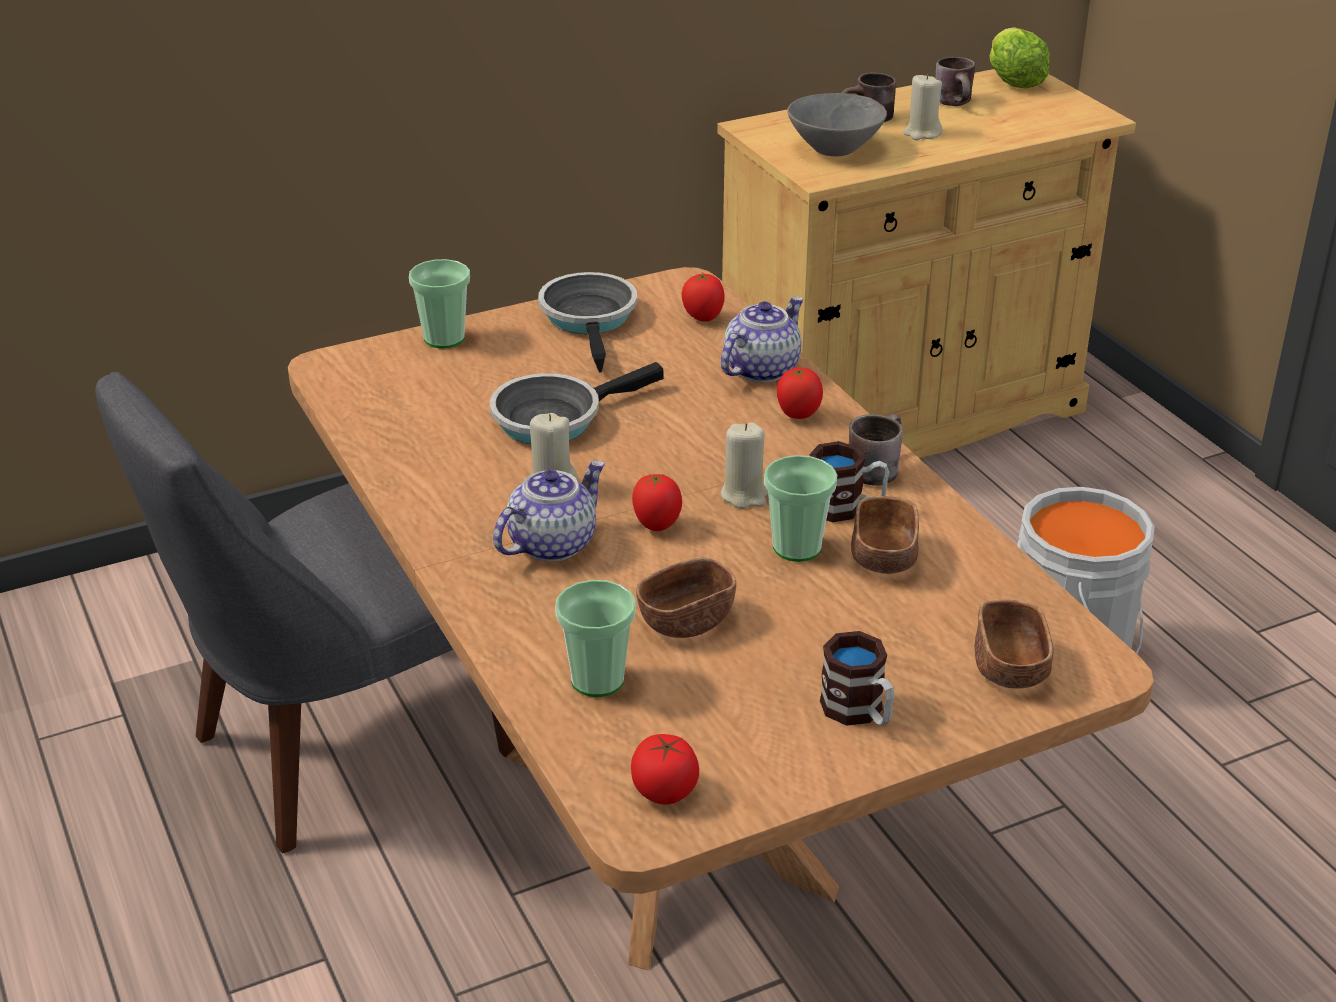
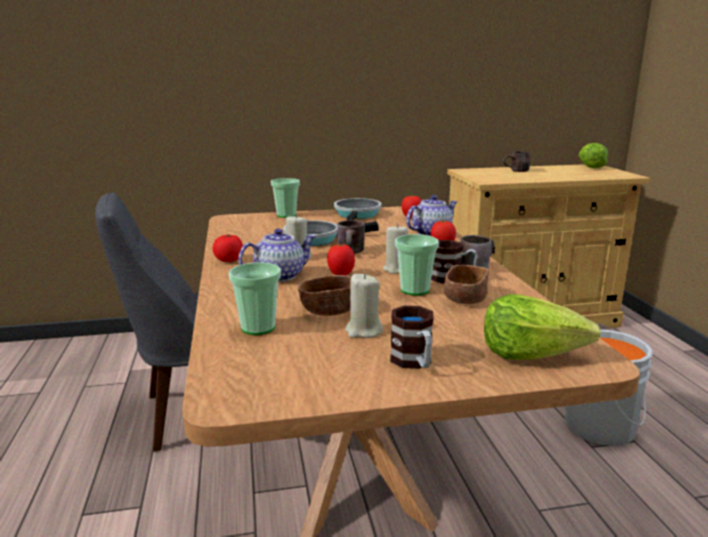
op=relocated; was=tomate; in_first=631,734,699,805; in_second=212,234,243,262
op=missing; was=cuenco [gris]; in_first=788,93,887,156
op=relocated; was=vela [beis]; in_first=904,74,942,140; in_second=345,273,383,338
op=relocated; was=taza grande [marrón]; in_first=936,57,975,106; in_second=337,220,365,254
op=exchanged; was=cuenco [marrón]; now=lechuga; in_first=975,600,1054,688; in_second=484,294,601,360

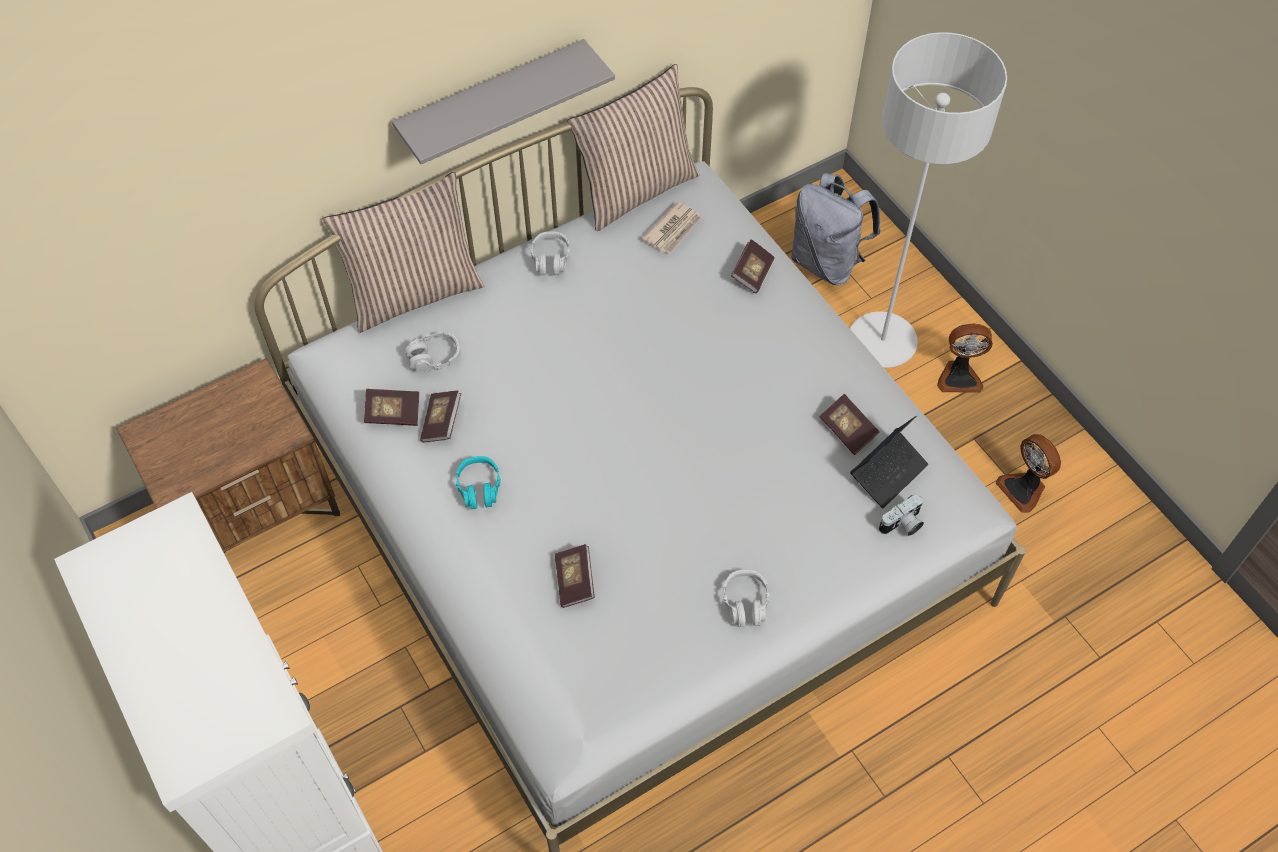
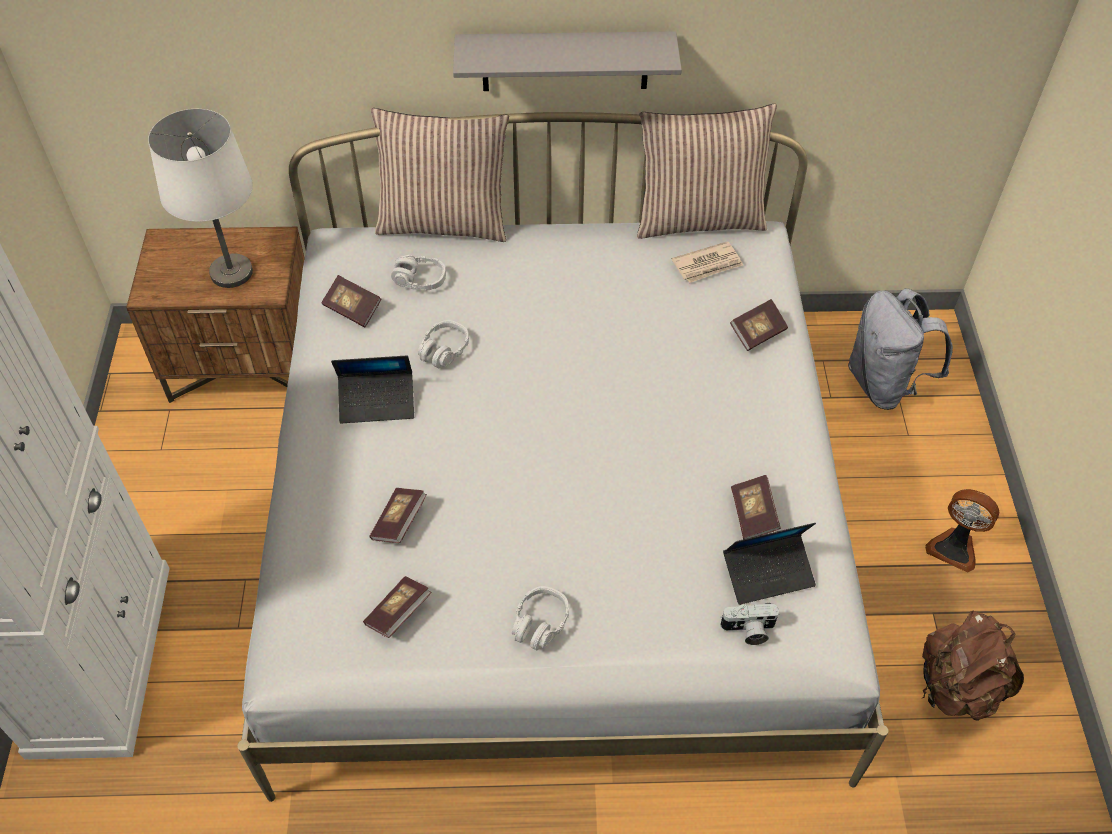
op=relocated; was=libro; in_first=420,390,461,443; in_second=363,576,432,638
op=exchanged; was=auriculares [turquesa]; now=portátil; in_first=456,456,501,510; in_second=331,355,414,423
op=relocated; was=auriculares [gris]; in_first=531,231,571,275; in_second=418,320,469,368
op=missing; was=lámpara de pie [gris]; in_first=850,32,1007,368
op=exchanged; was=ventilador; now=mochila [marrón]; in_first=996,434,1061,513; in_second=922,610,1024,721
op=appeared; now=lámpara de mesa [blanco]; in_second=148,109,253,288

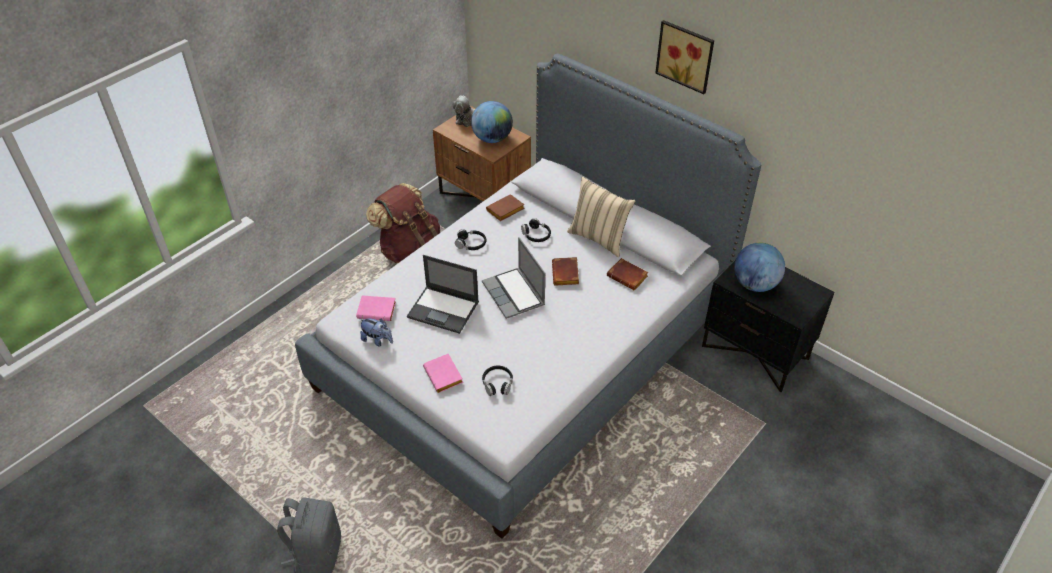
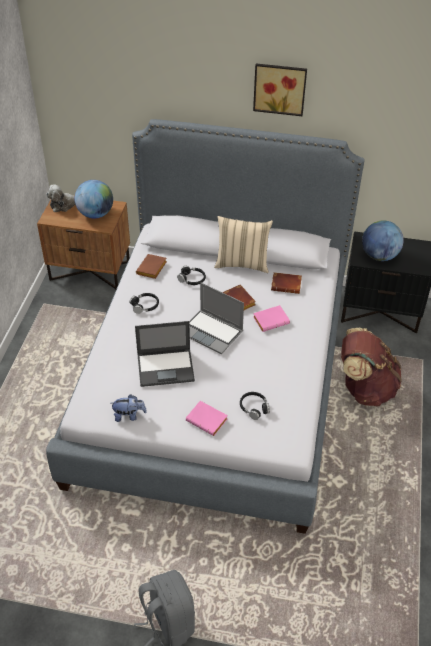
op=relocated; was=libro [rosa]; in_first=356,295,396,321; in_second=253,305,290,332
op=relocated; was=mochila [marrón]; in_first=366,183,440,263; in_second=341,328,402,406

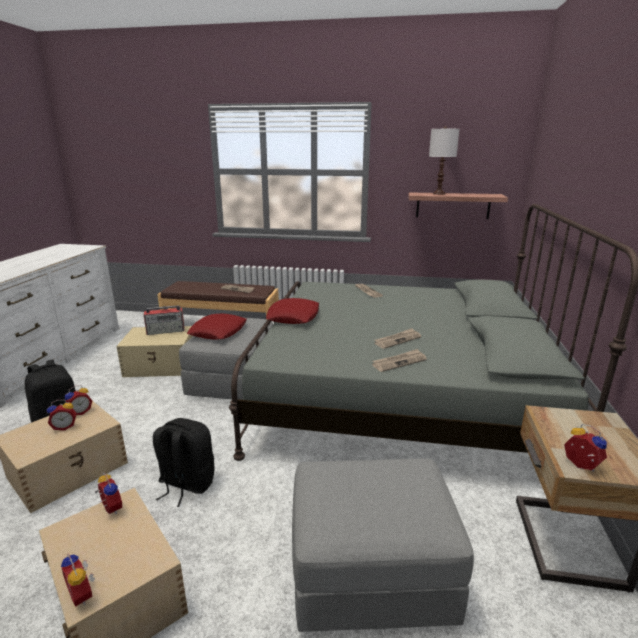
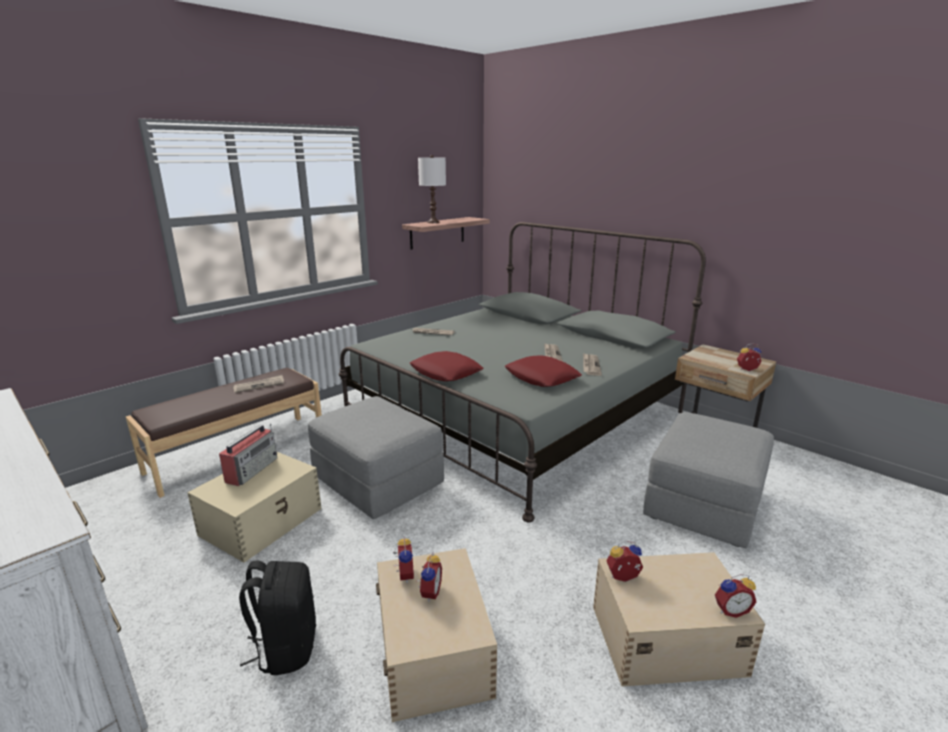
op=missing; was=mochila [negro]; in_first=153,418,215,507
op=relocated; was=cojín [rojo]; in_first=187,313,247,339; in_second=505,355,582,387

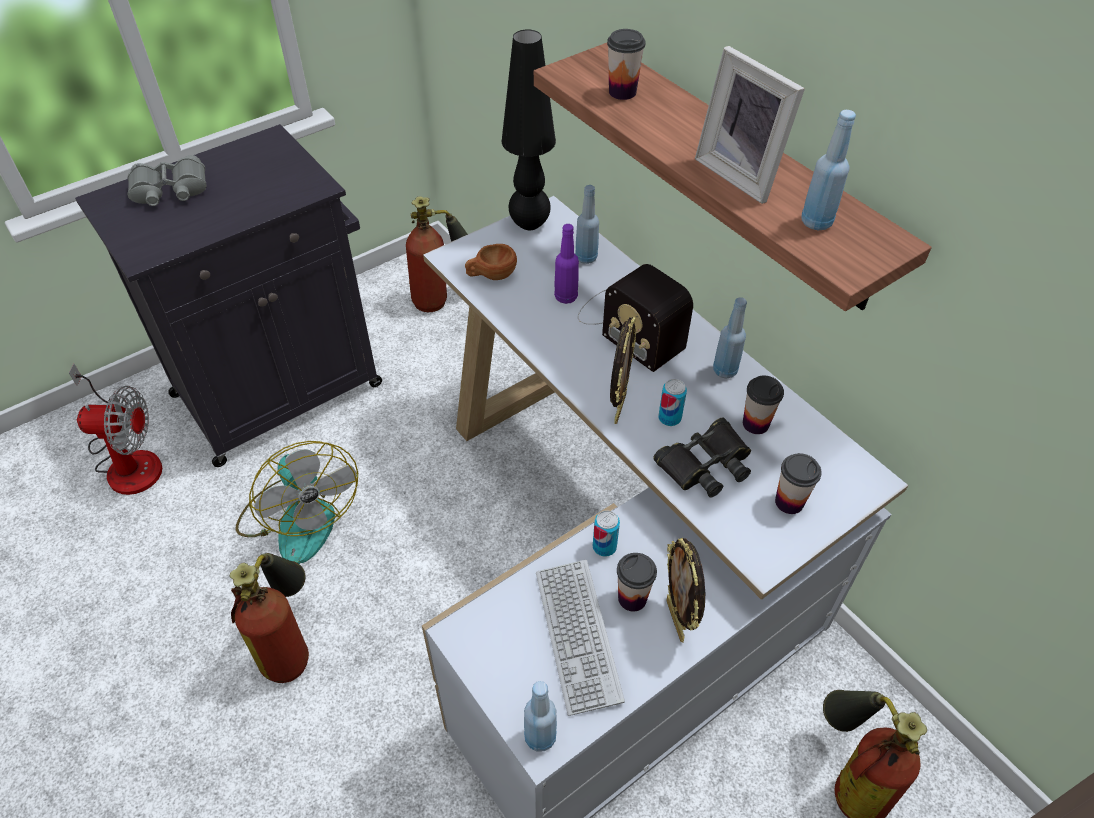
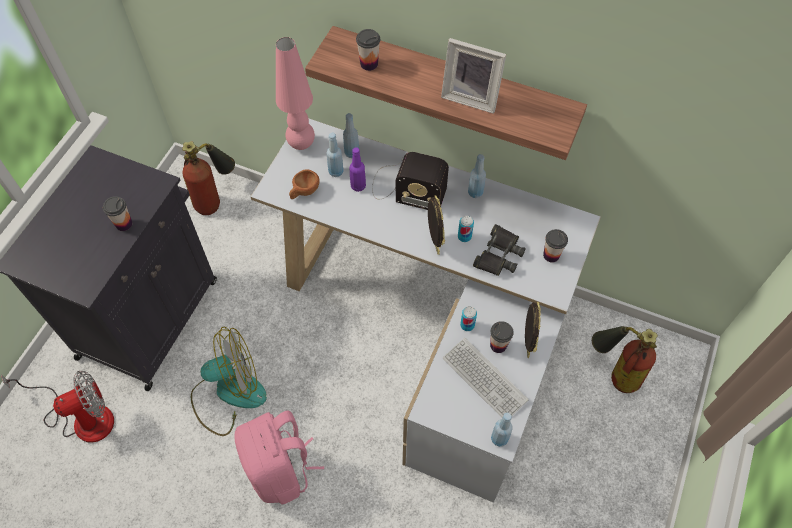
op=missing; was=prismáticos [gris]; in_first=128,155,207,206
op=exchanged; was=extintor; now=mochila [rosa]; in_first=230,553,309,683; in_second=234,410,324,505
op=spun; was=ventilador; in_first=235,441,358,564; in_second=191,327,267,436; clockwise=-45
op=colour; was=lámpara de mesa [negro]; now=lámpara de mesa [rosa]; in_first=502,29,556,230; in_second=276,37,315,150
op=spun; was=portarretratos; in_first=666,538,705,642; in_second=525,302,541,358; clockwise=-135
op=relocated; was=taza; in_first=743,376,784,434; in_second=103,196,132,231
op=relocated; was=botella [azul]; in_first=801,110,856,230; in_second=326,133,344,177

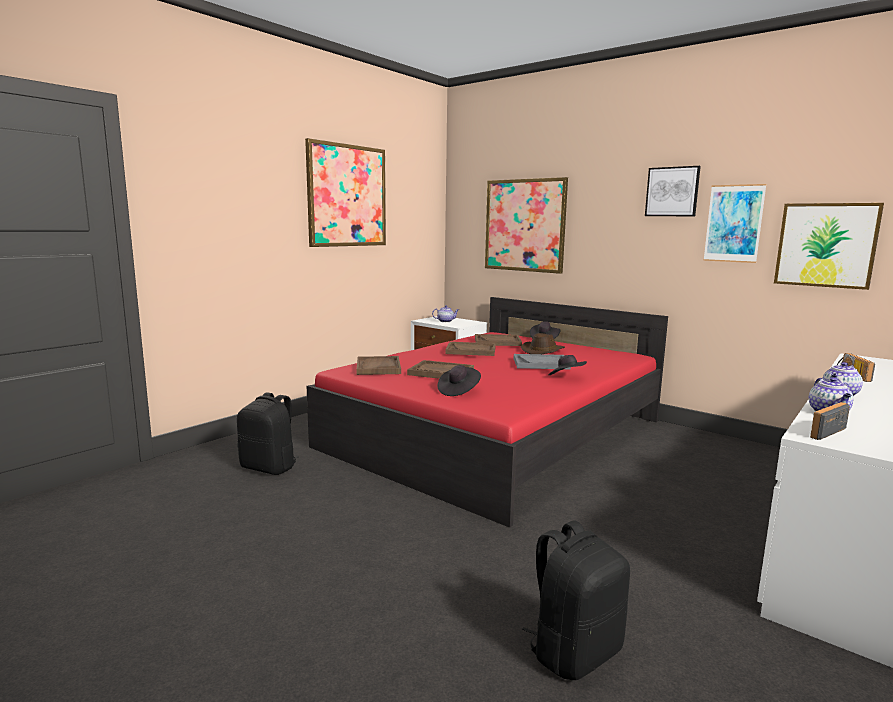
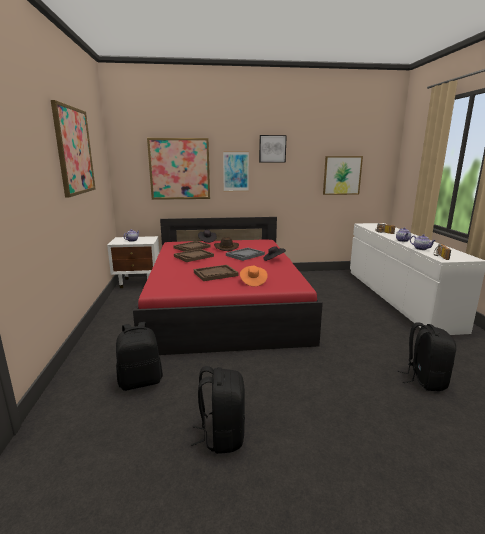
op=missing; was=bandeja [marrón]; in_first=357,356,401,375
op=colour; was=sombrero [negro]; now=sombrero [naranja]; in_first=437,365,481,396; in_second=240,266,268,286
op=relocated; was=cuadro; in_first=703,184,767,263; in_second=223,151,249,191
op=appeared; now=mochila [negro]; in_second=191,366,245,454

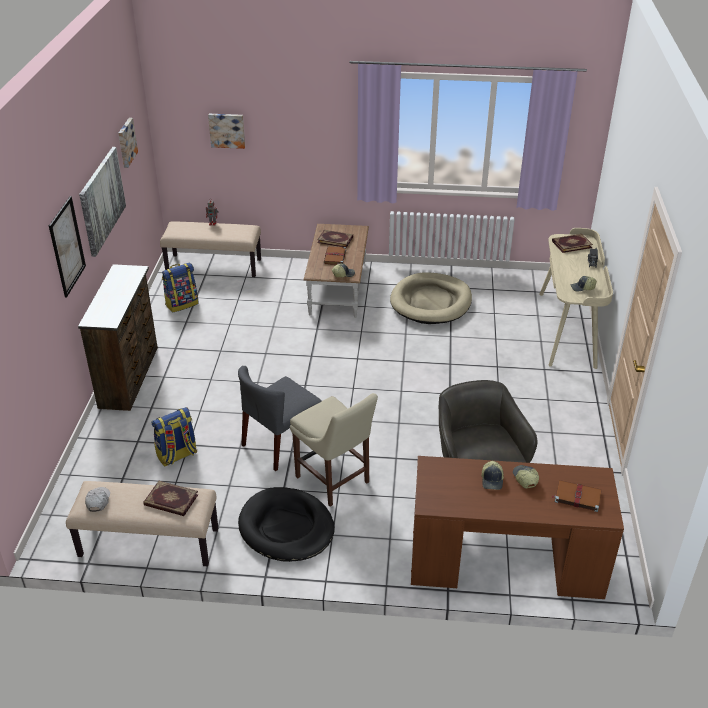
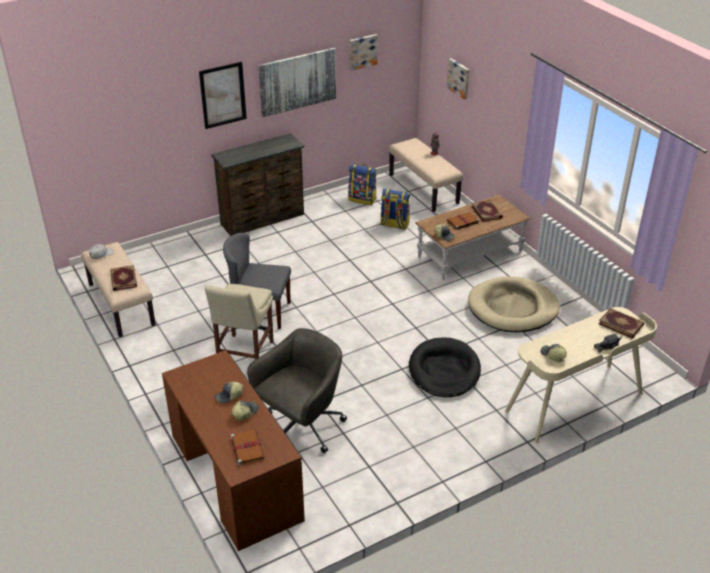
op=relocated; was=mochila; in_first=151,407,197,467; in_second=380,189,410,230
op=relocated; was=cama para perro [negro]; in_first=238,487,335,562; in_second=409,337,481,397

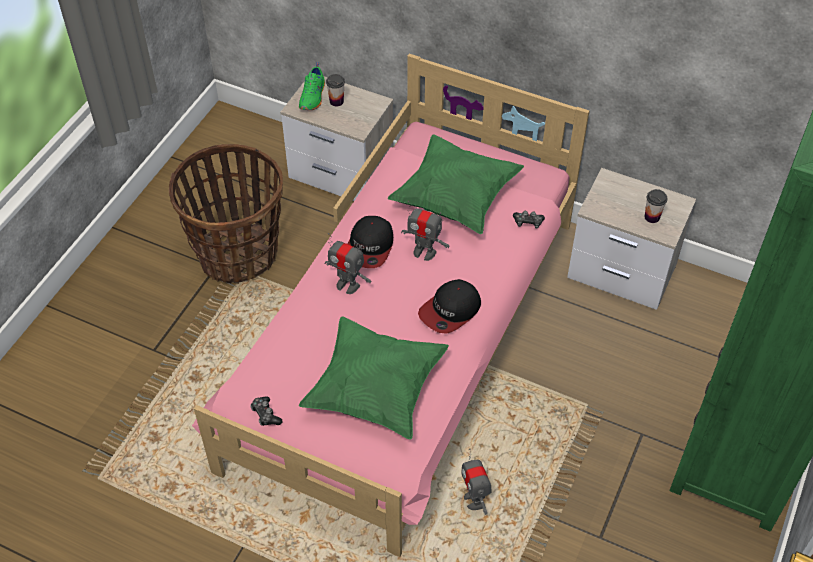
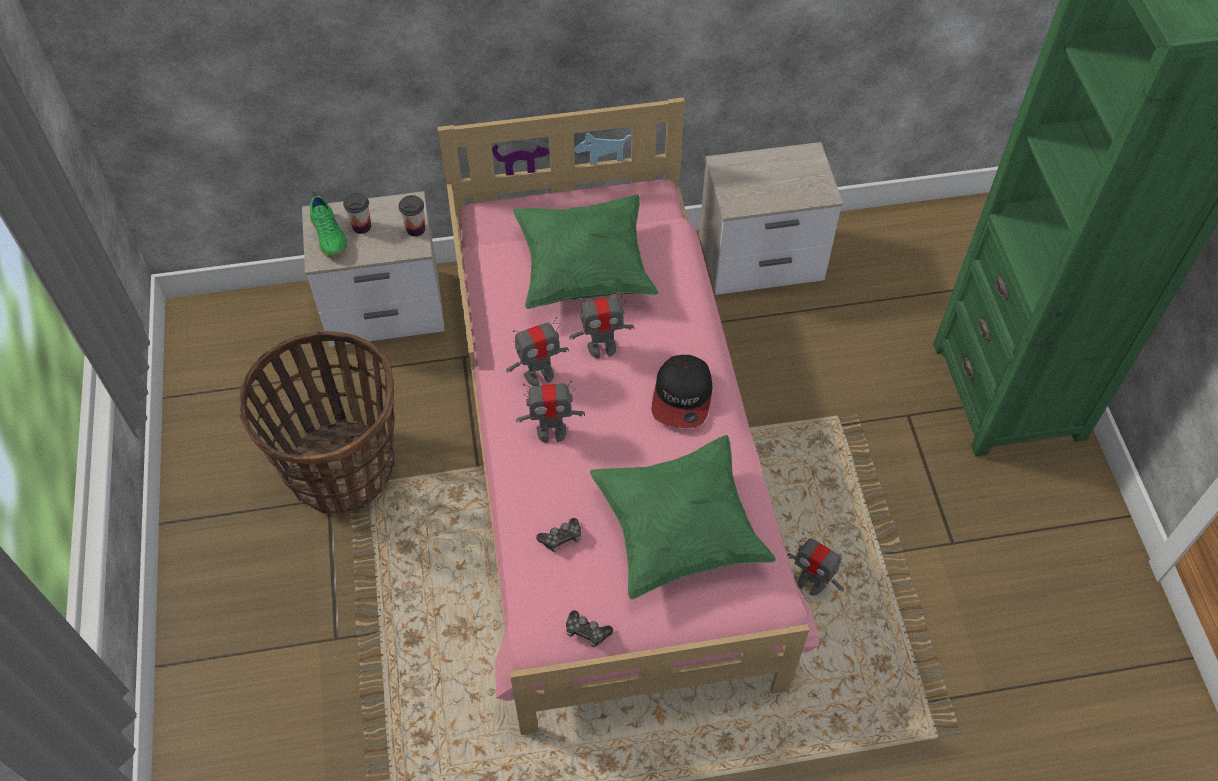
op=exchanged; was=gorra; now=robot de juguete; in_first=348,216,393,268; in_second=506,317,569,386
op=relocated; was=mando de consola; in_first=513,211,545,229; in_second=536,518,581,553
op=relocated; was=taza; in_first=645,189,668,223; in_second=399,195,425,237

